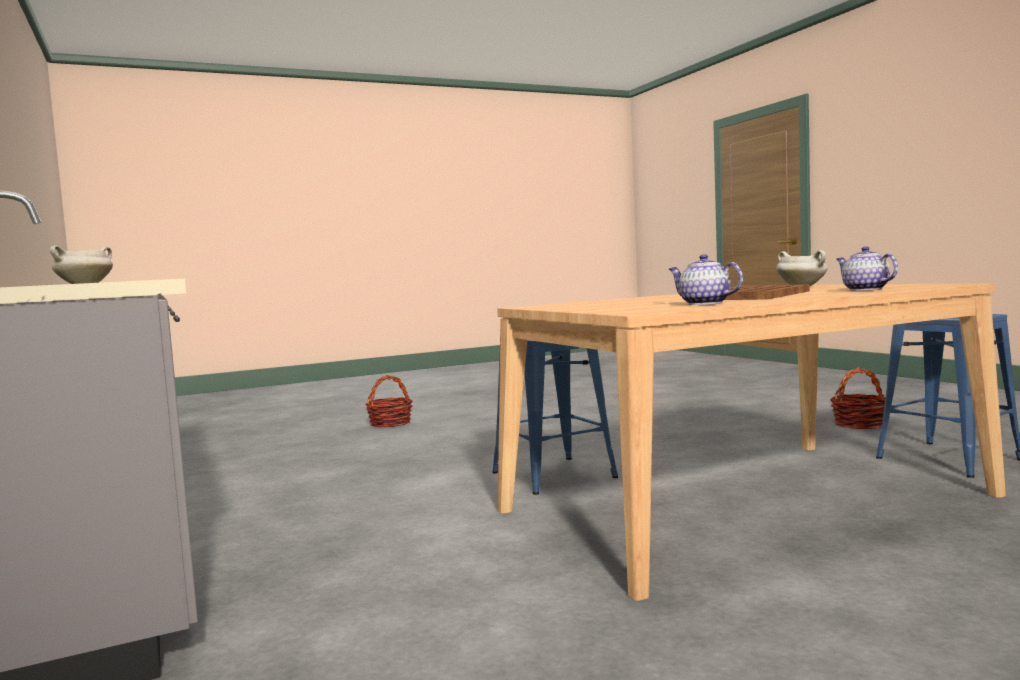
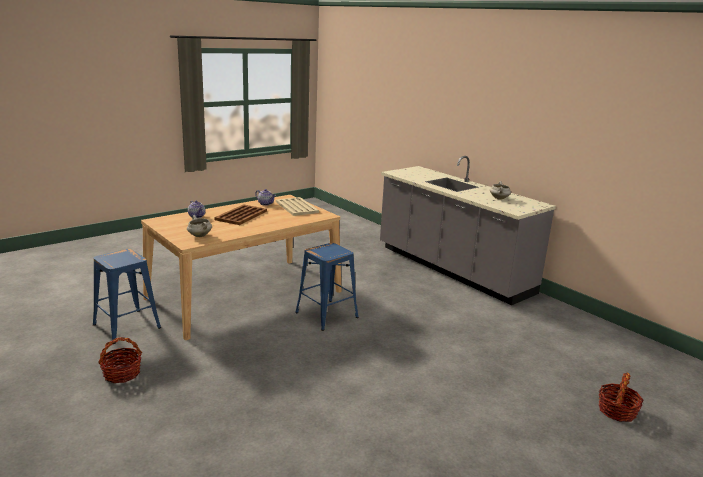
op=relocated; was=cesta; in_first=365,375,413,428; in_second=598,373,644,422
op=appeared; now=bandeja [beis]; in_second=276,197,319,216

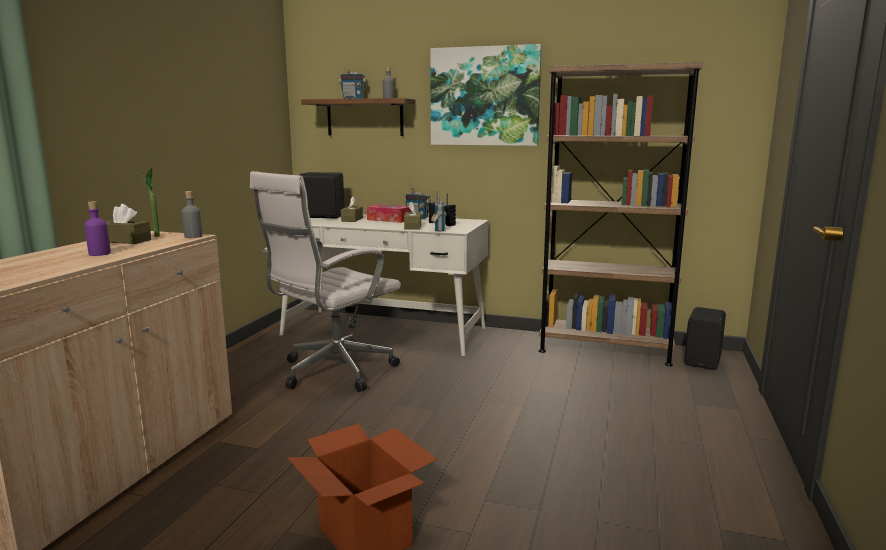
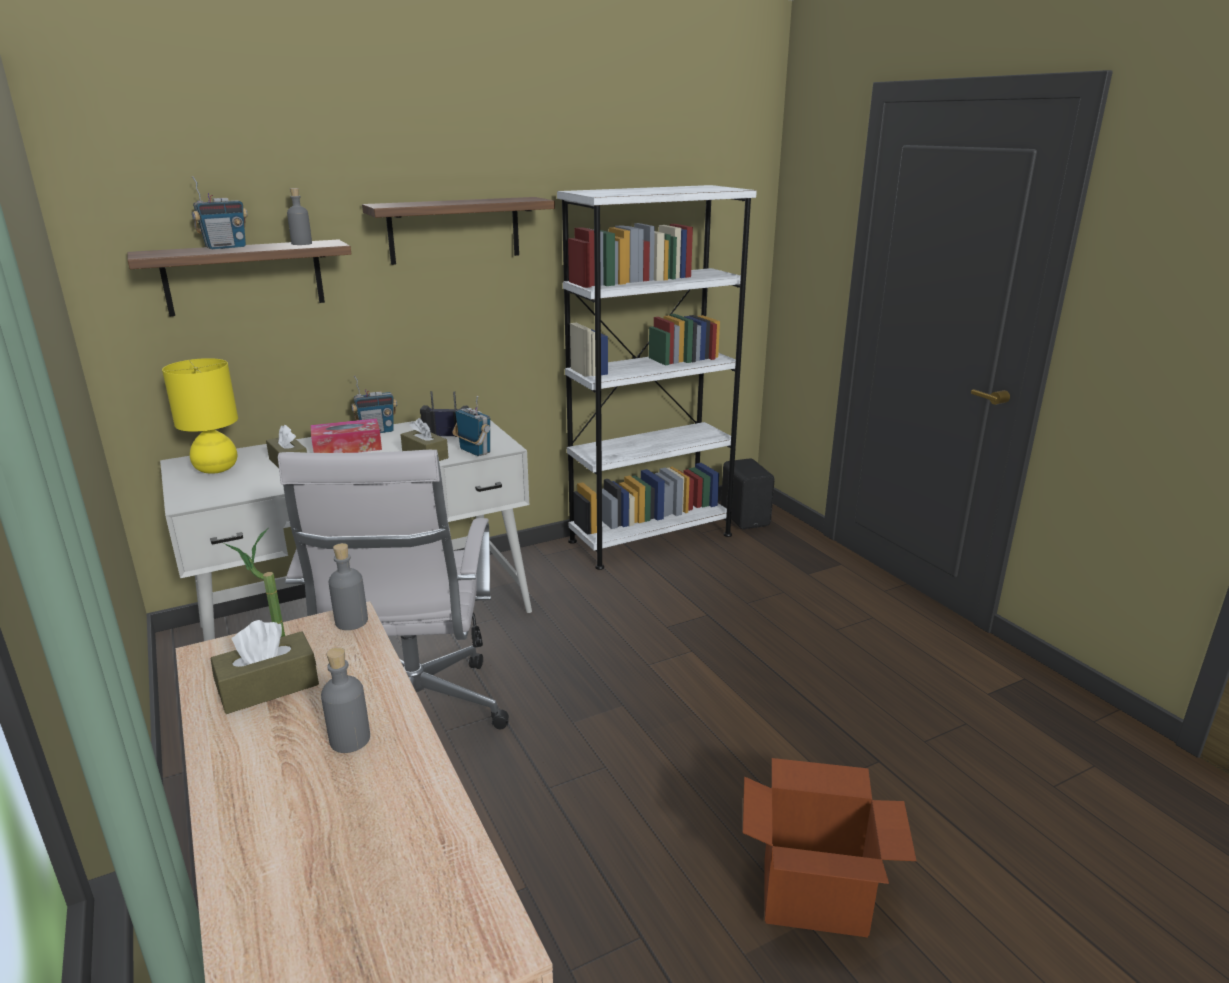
op=colour; was=botella [morado]; now=botella [gris]; in_first=84,201,111,256; in_second=321,647,370,753
op=exchanged; was=altavoz [negro]; now=lámpara de mesa [amarillo]; in_first=300,172,344,219; in_second=162,358,238,474
op=exchanged; was=cuadro; now=estante; in_first=430,44,542,146; in_second=362,197,555,265
op=colour; was=estantería [marrón]; now=estantería [blanco]; in_first=539,62,703,366; in_second=557,185,757,570

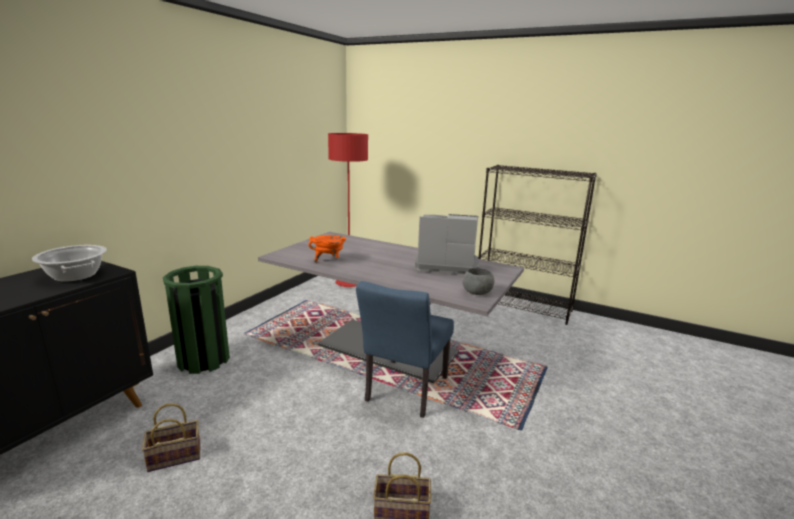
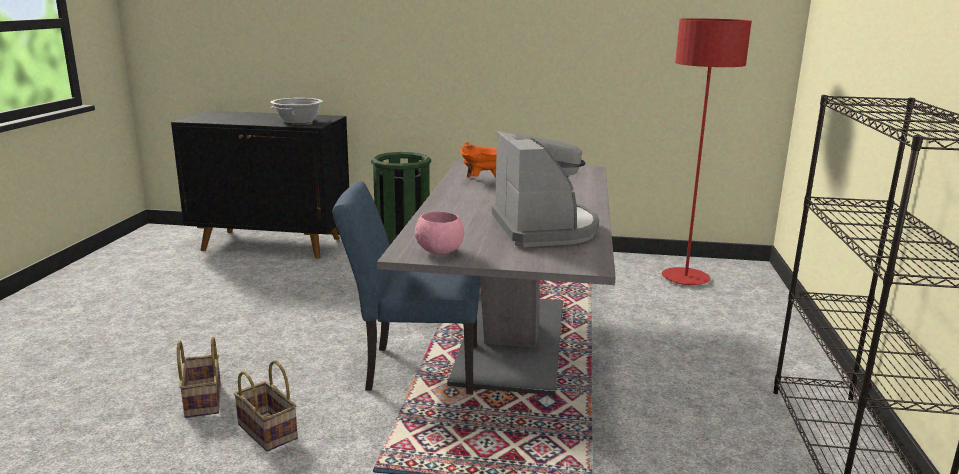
op=relocated; was=cesta; in_first=142,403,200,472; in_second=234,360,298,452
op=colour; was=cuenco [gris]; now=cuenco [rosa]; in_first=462,268,494,295; in_second=415,211,464,255

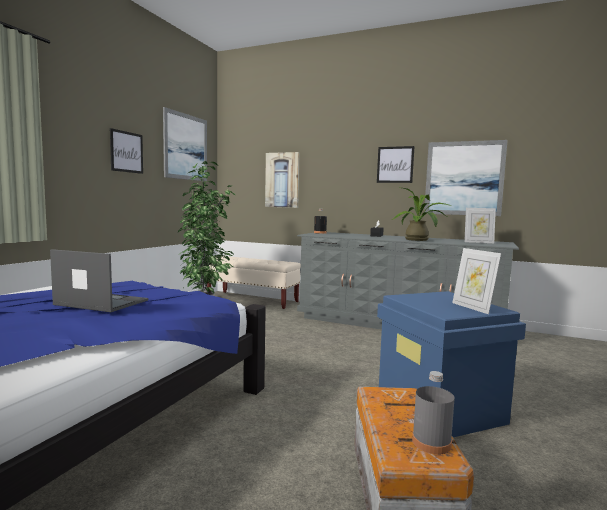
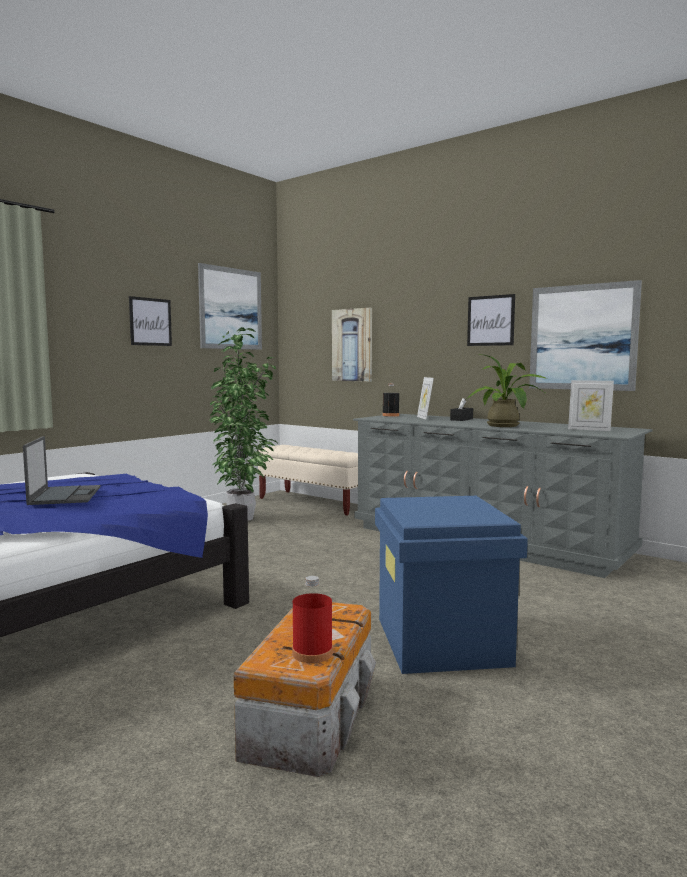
op=spun; was=portátil; in_first=50,249,148,312; in_second=23,436,100,505; clockwise=45
op=colour; was=botella [gris]; now=botella [rojo]; in_first=412,371,455,454; in_second=292,576,333,663
op=relocated; was=portarretratos; in_first=452,248,501,314; in_second=417,377,434,420

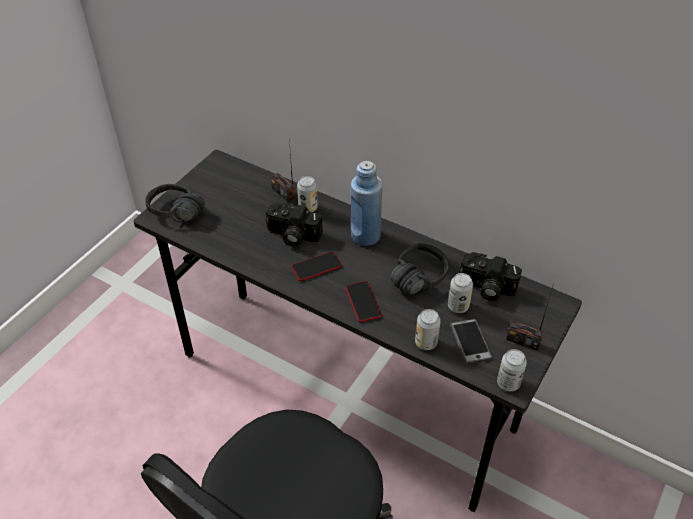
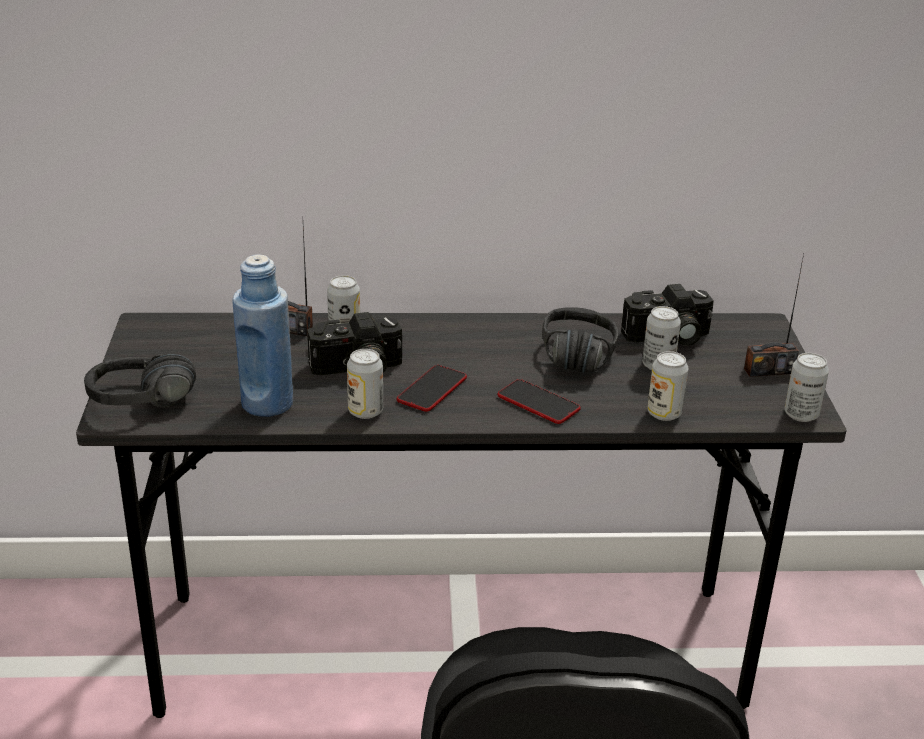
op=relocated; was=botella [azul]; in_first=351,161,382,246; in_second=233,254,293,417
op=missing; was=móvil; in_first=450,319,493,364
op=appeared; now=lata; in_second=347,349,383,419

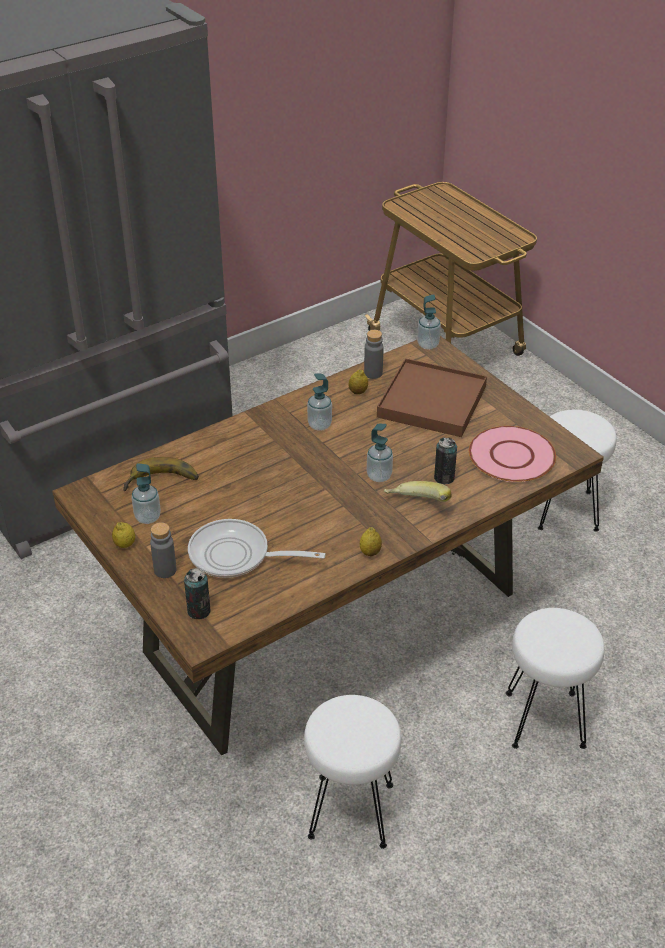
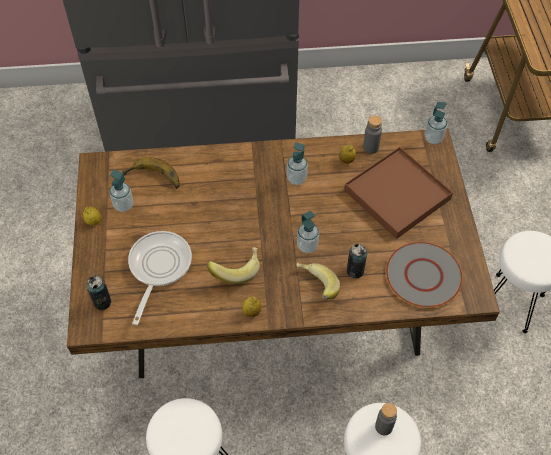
op=relocated; was=botella [gris]; in_first=150,522,176,578; in_second=375,403,397,435
op=spun; was=sartén; in_first=188,519,326,578; in_second=128,231,192,325; clockwise=60
op=colour; was=plato [rosa]; now=plato [gris]; in_first=469,426,556,482; in_second=386,242,463,308
op=appeared; now=plátano; in_second=207,247,260,284

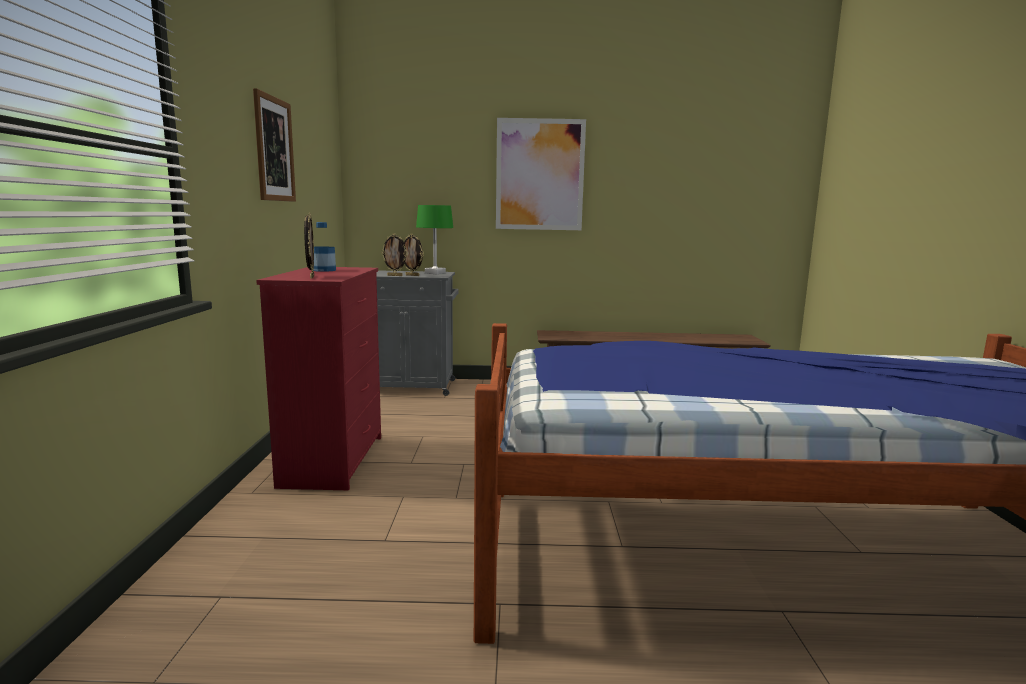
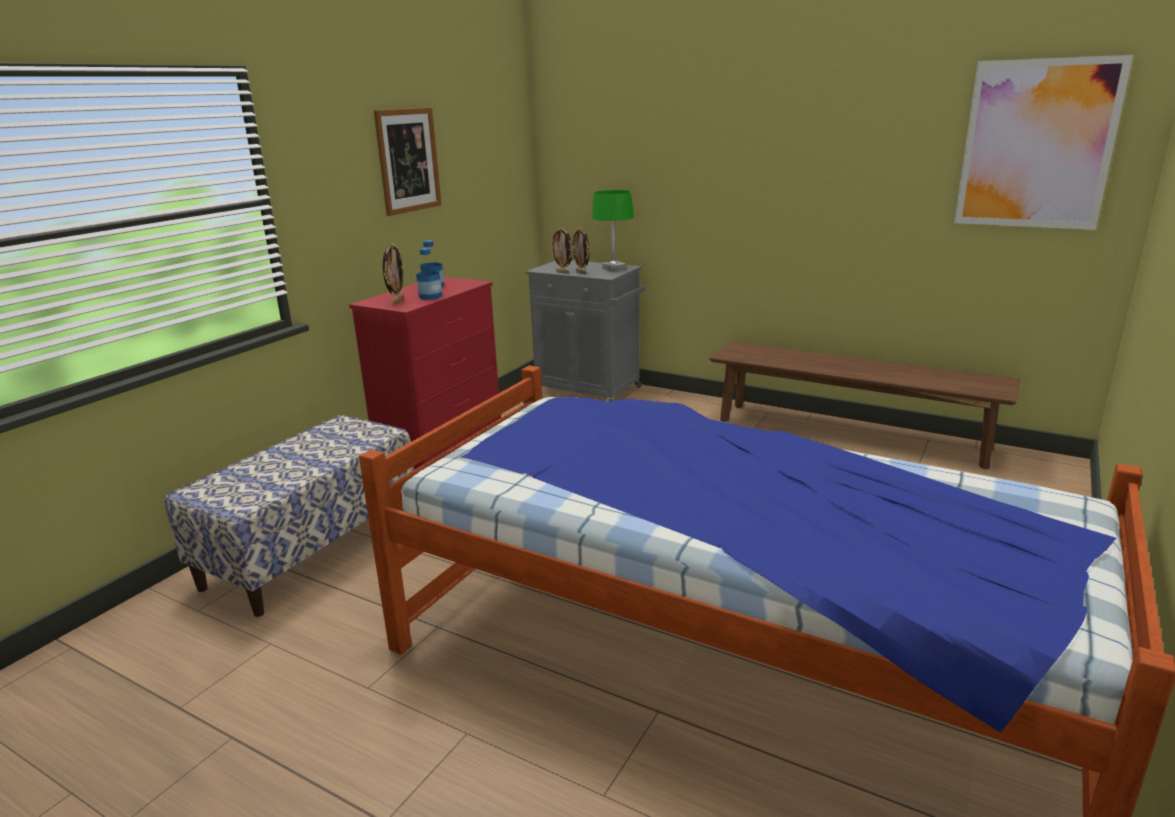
op=relocated; was=cuadro; in_first=496,118,586,230; in_second=954,55,1133,230
op=appeared; now=banco; in_second=165,415,414,617
op=appeared; now=botella; in_second=416,248,442,300

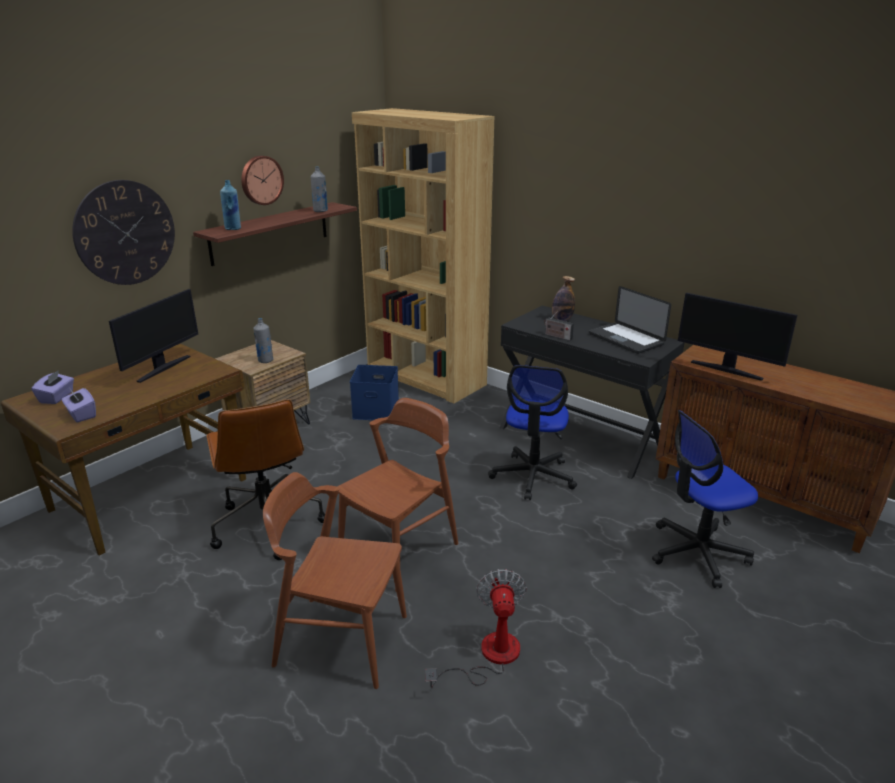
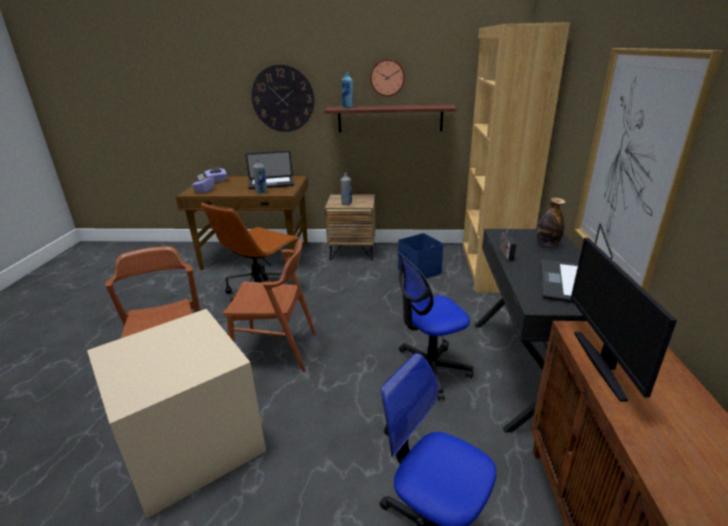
op=exchanged; was=monitor; now=portátil; in_first=109,289,198,383; in_second=245,151,294,189
op=relocated; was=botella [gris]; in_first=310,166,328,212; in_second=253,159,267,194
op=exchanged; was=ventilador; now=caja de almacenaje [beis]; in_first=425,569,527,688; in_second=87,309,266,518
op=appeared; now=cuadro; in_second=575,48,723,293

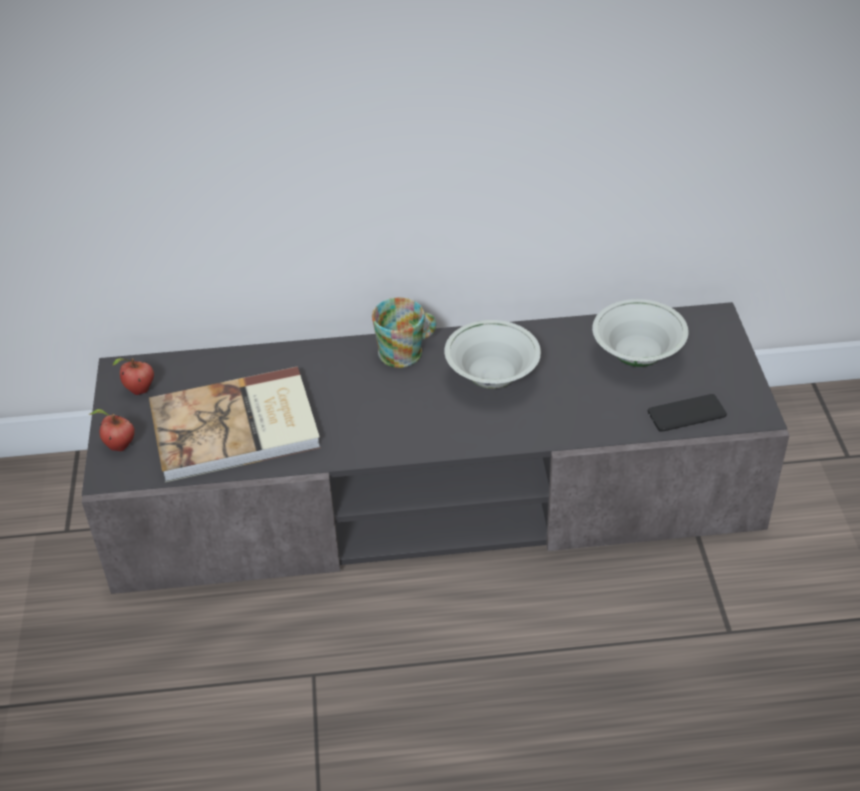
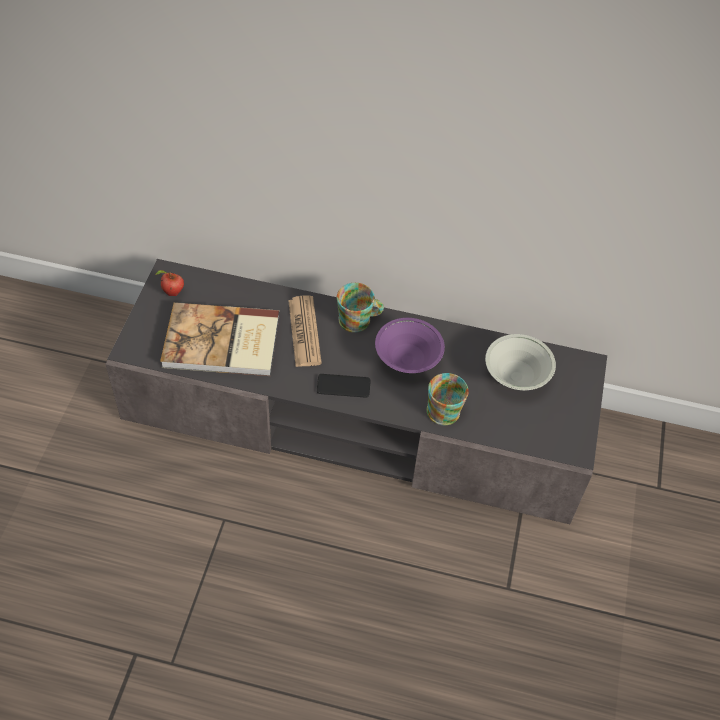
op=missing; was=manzana; in_first=89,409,135,451
op=colour; was=cuenco [blanco]; now=cuenco [morado]; in_first=444,320,541,389; in_second=375,318,445,373
op=relocated; was=móvil; in_first=648,394,727,432; in_second=317,374,370,398
op=appeared; now=periódico; in_second=288,296,322,367
op=appeared; now=taza grande; in_second=427,373,469,425

